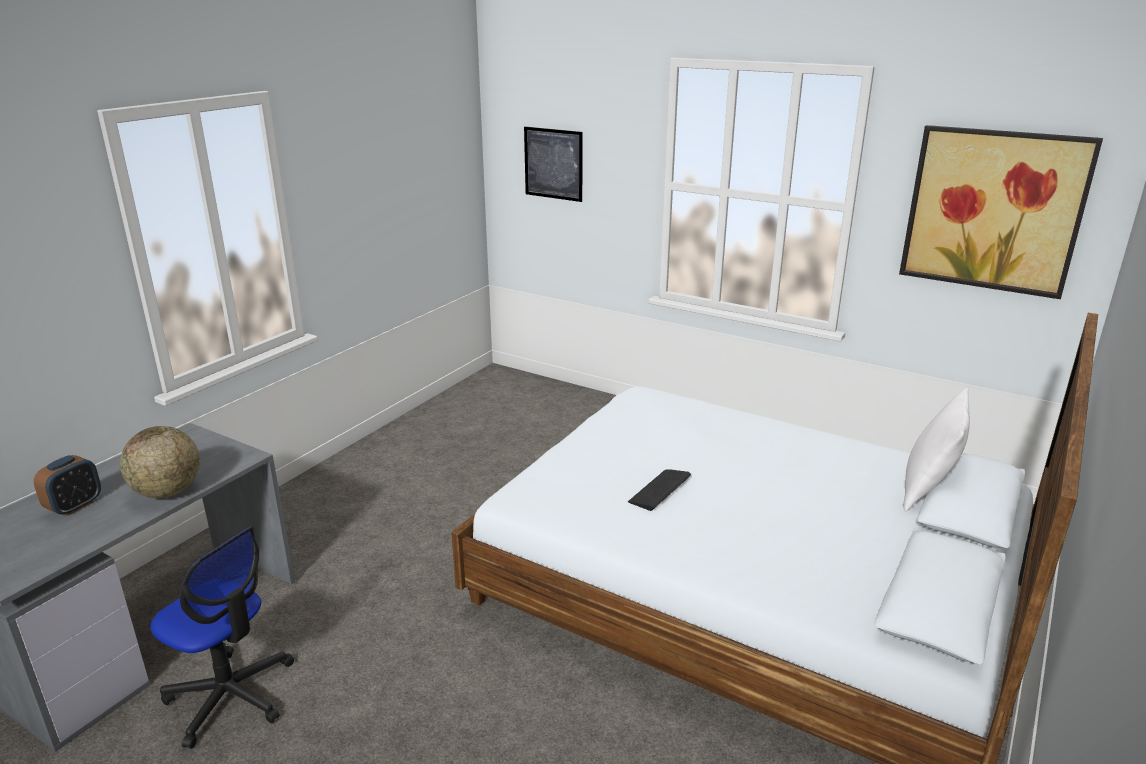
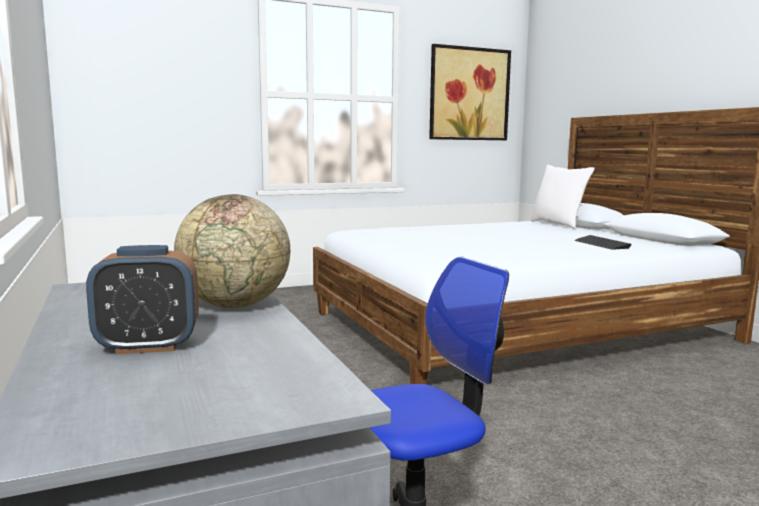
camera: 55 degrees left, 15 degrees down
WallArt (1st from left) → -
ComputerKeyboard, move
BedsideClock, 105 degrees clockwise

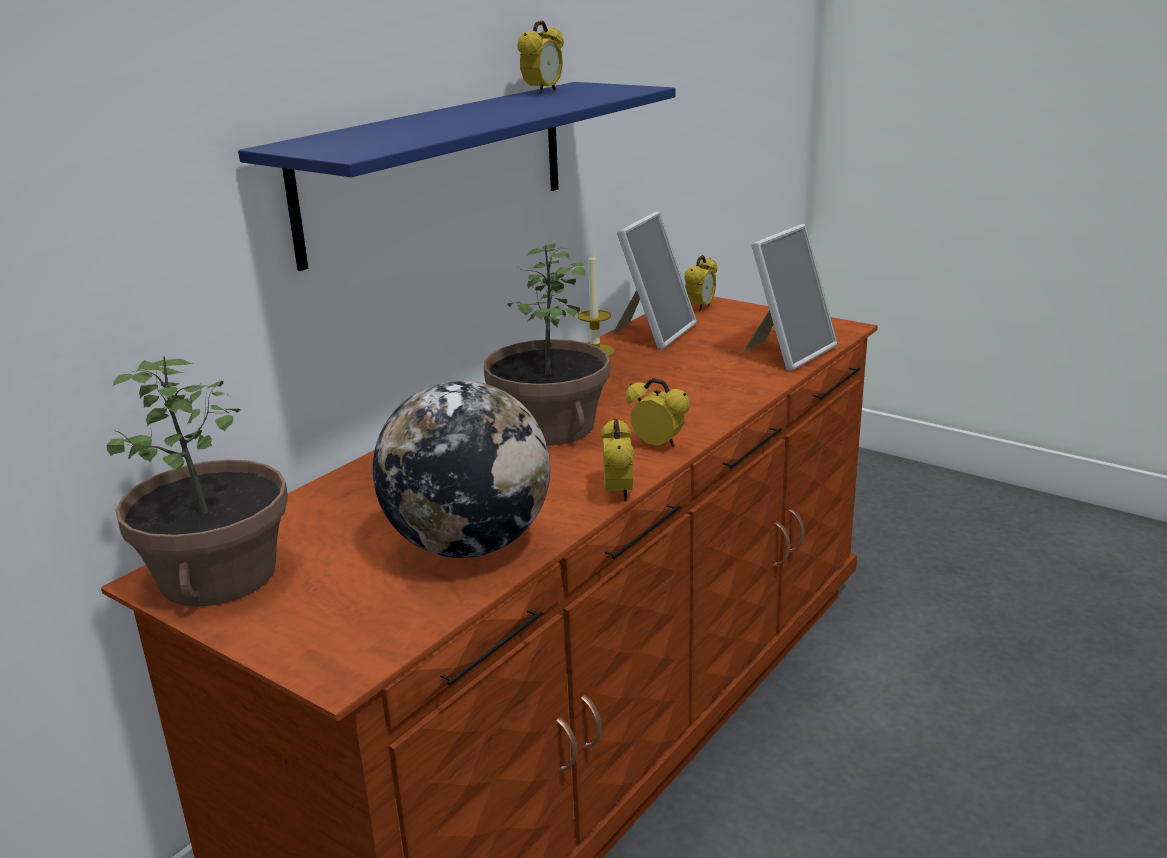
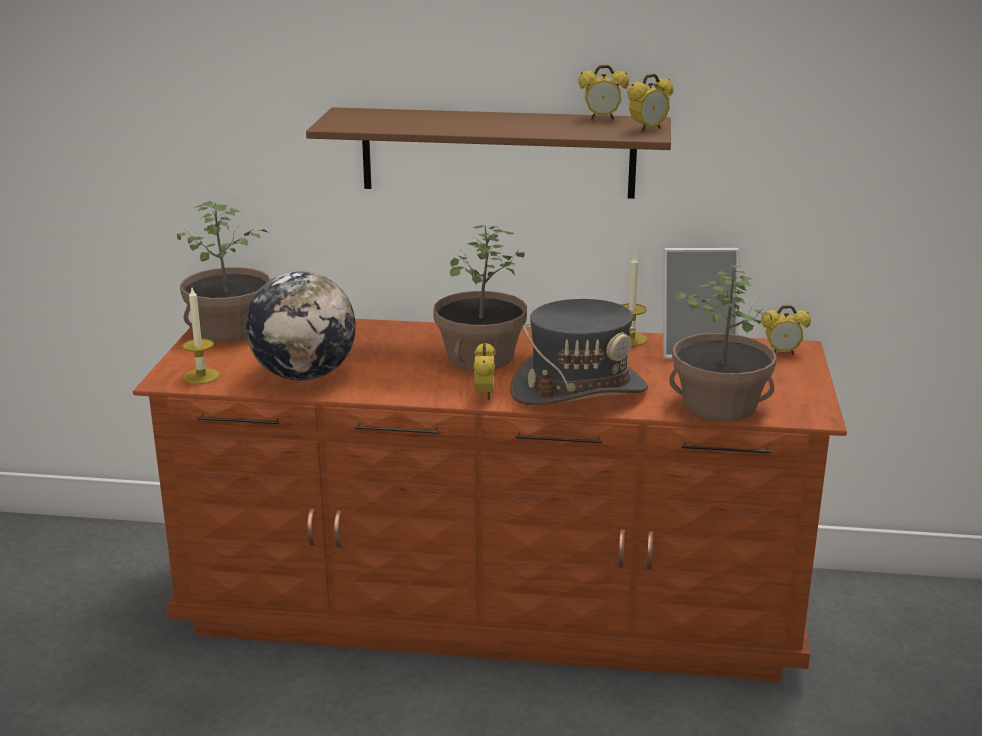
camera: 60 degrees right, 0 degrees up
- → WaxCandle (1st from left)
- → GreyishHat
BedsideClock (2nd from left in the first image) → BedsideClock (3rd from left), move
PhotoFrame (2nd from left) → PlantInAPot (3rd from left)
BlueColouredWallShelf → BrownColouredWallShelf

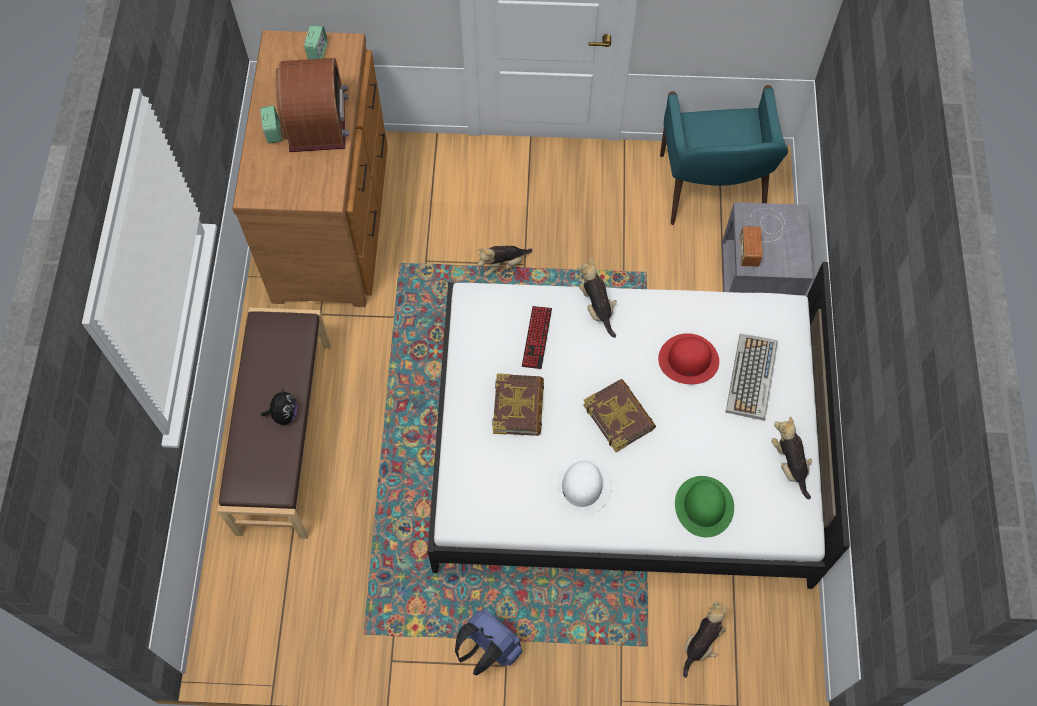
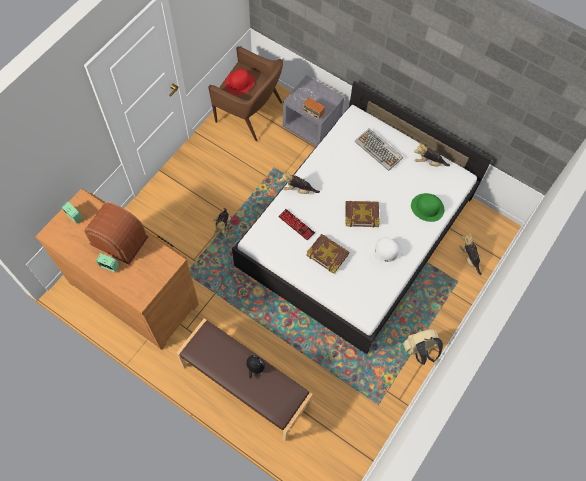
camera: 60 degrees left, 0 degrees up
RedColouredHat, move
BlueColouredKnapsack → SandColouredKnapsack
BlueGreenArmchair → BrownColouredArmchair

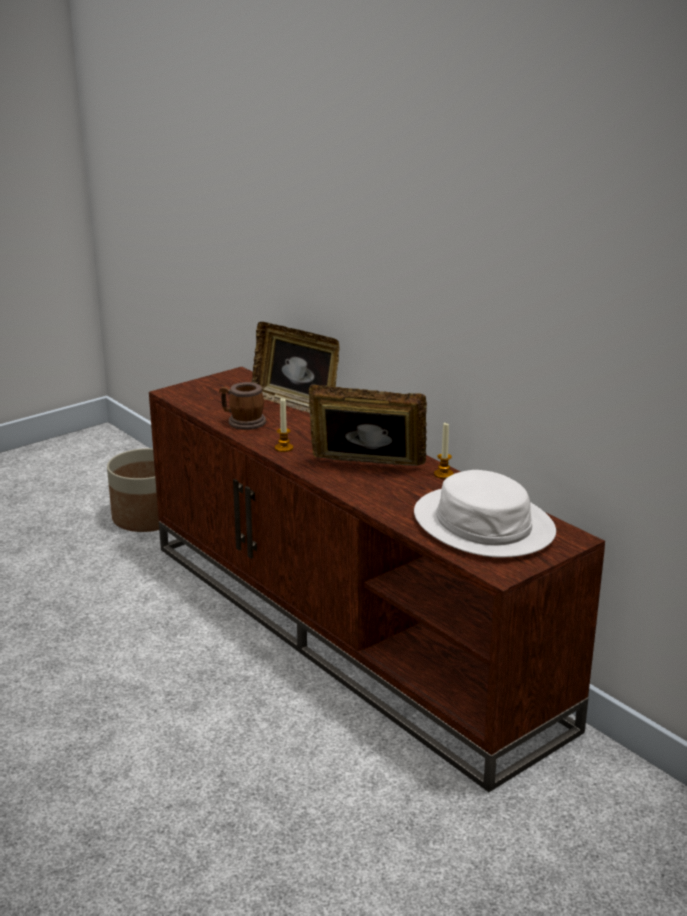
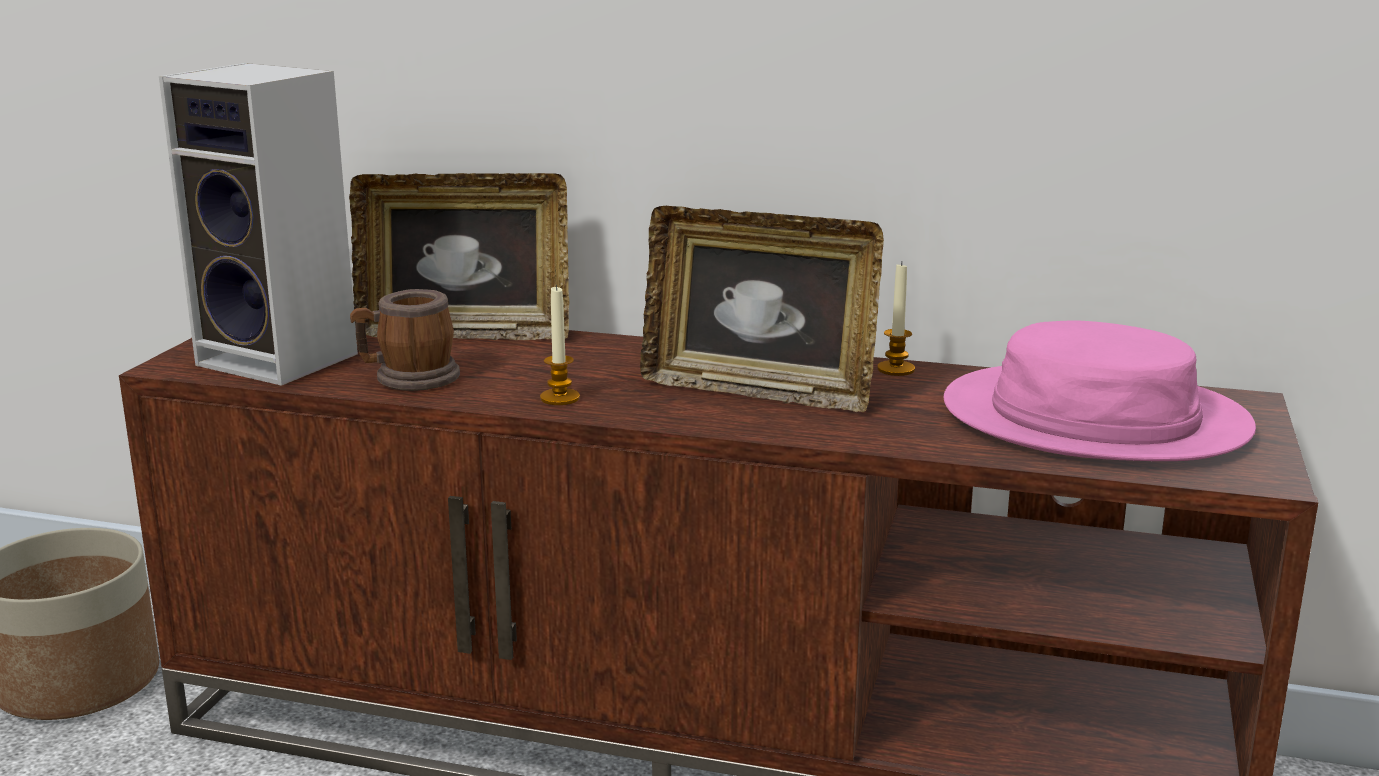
camera: 35 degrees left, 5 degrees down
- → Loudspeaker
WhiteColouredHat → PinkColouredHat
PhotoFrame (2nd from left), 135 degrees counterclockwise

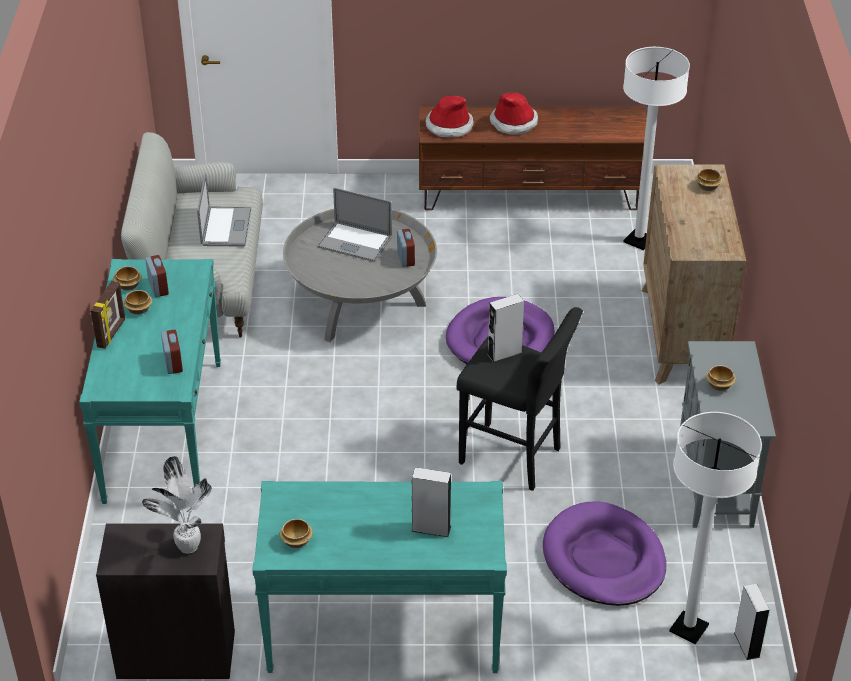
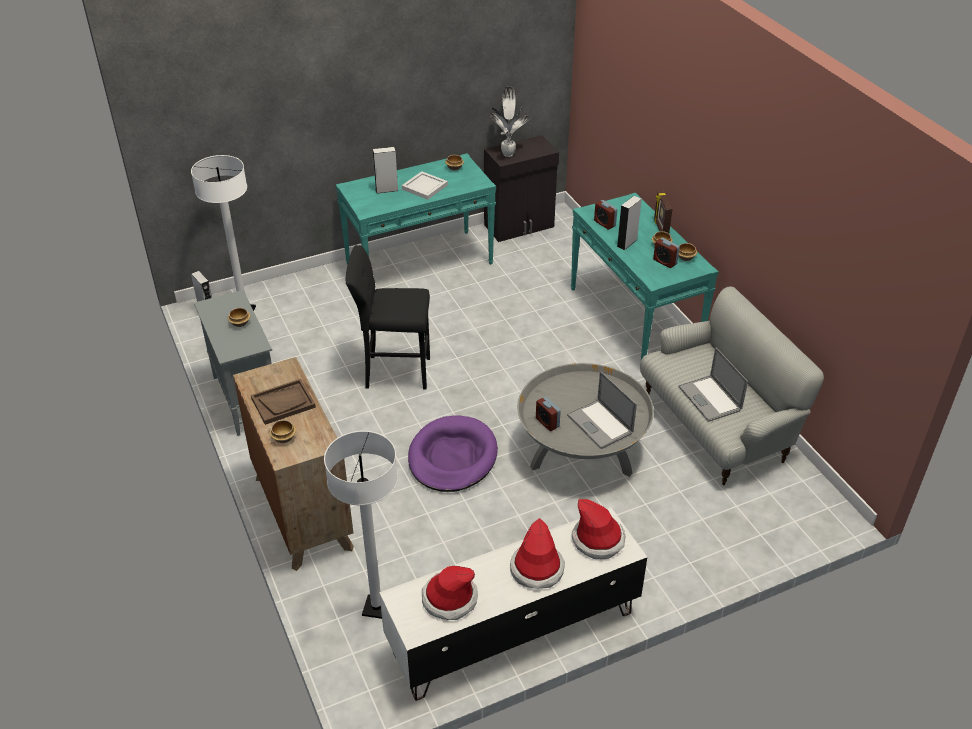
camera: 155 degrees right, 0 degrees up
PurpleDogCushion (2nd from left) → -
- → BrownColouredCarryingTray
- → WhiteColouredCarryingTray
- → Hat (1st from left)
GreyishLoudspeaker (2nd from left in the first image) → GreyishLoudspeaker (3rd from left), move
BrownColouredTvStand → WhiteColouredTvStand
NotebookComputer (2nd from left in the first image) → NotebookComputer (1st from left), 120 degrees counterclockwise

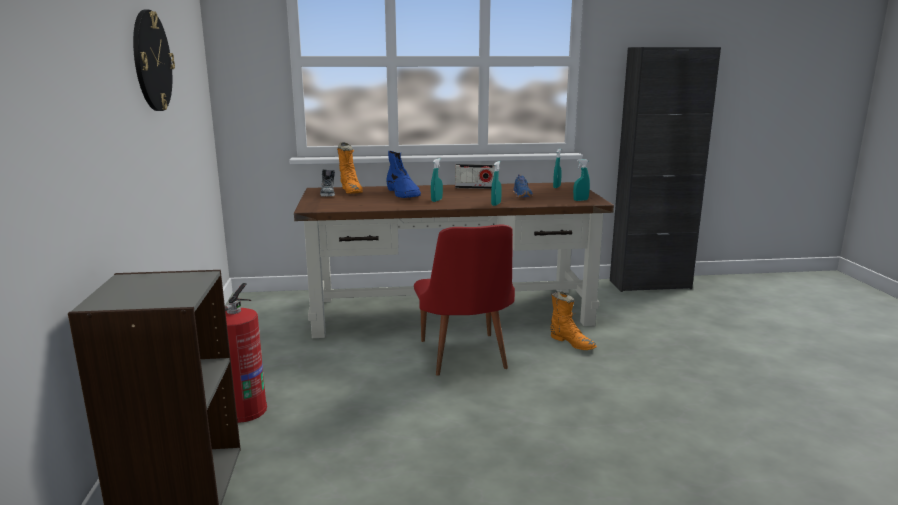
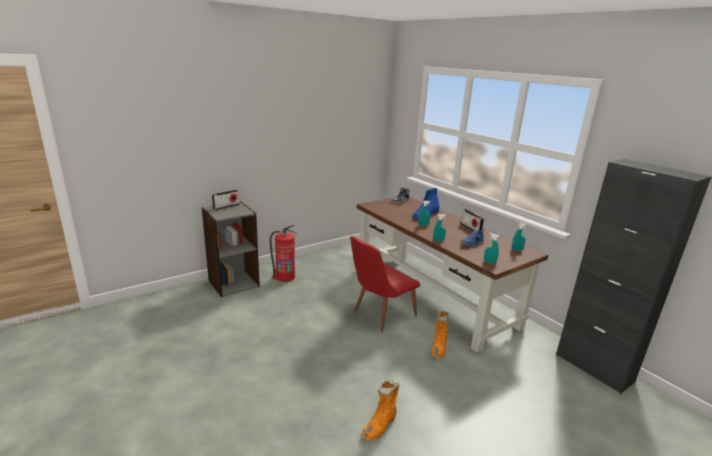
camera: 60 degrees right, 5 degrees up
ClockOnTheWall → -
- → Radio (1st from left)
OrangeyTallBoot (1st from left), move

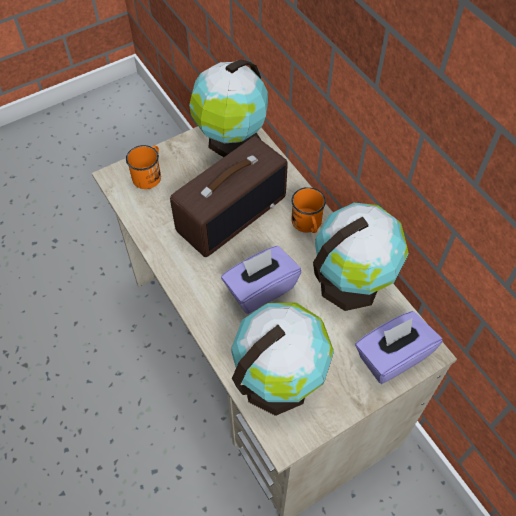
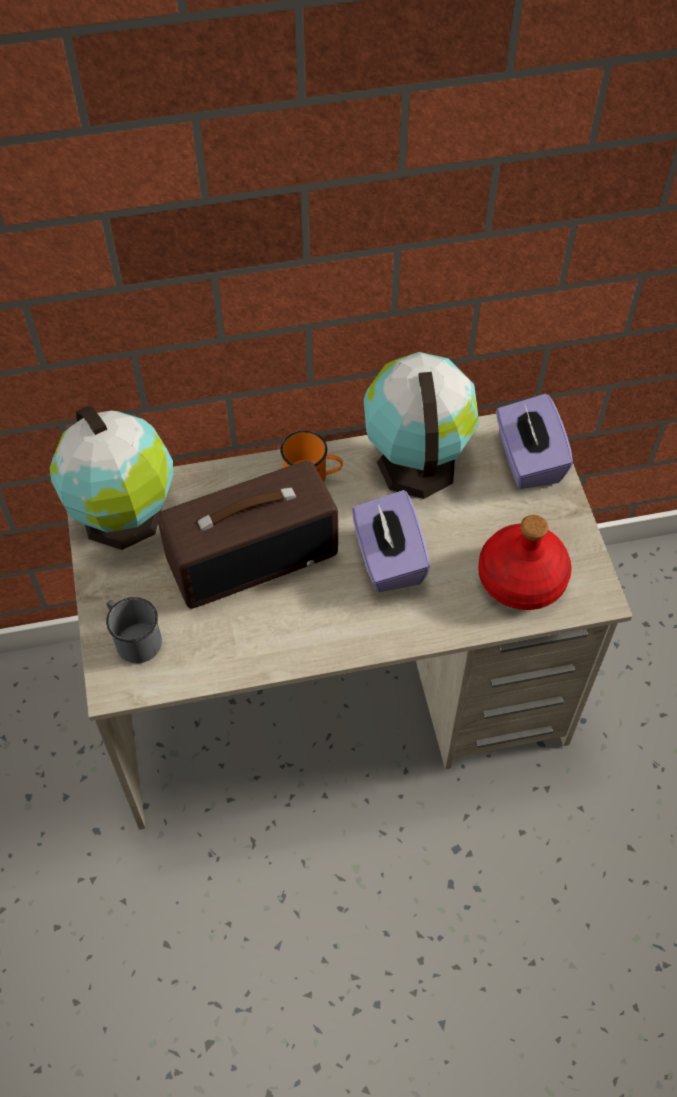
camera: 70 degrees left, 0 degrees up
DeskGlobe (2nd from left) → RedColouredDrinkBottle
OrangeyTeaMug (1st from left) → GreyishTeaMug
Radio, 90 degrees clockwise

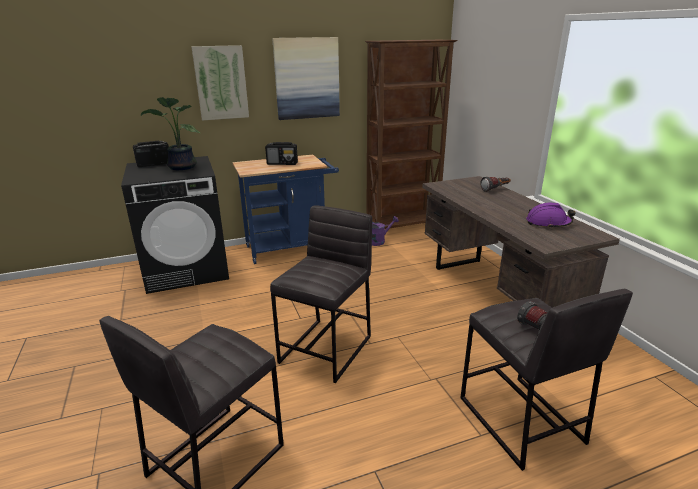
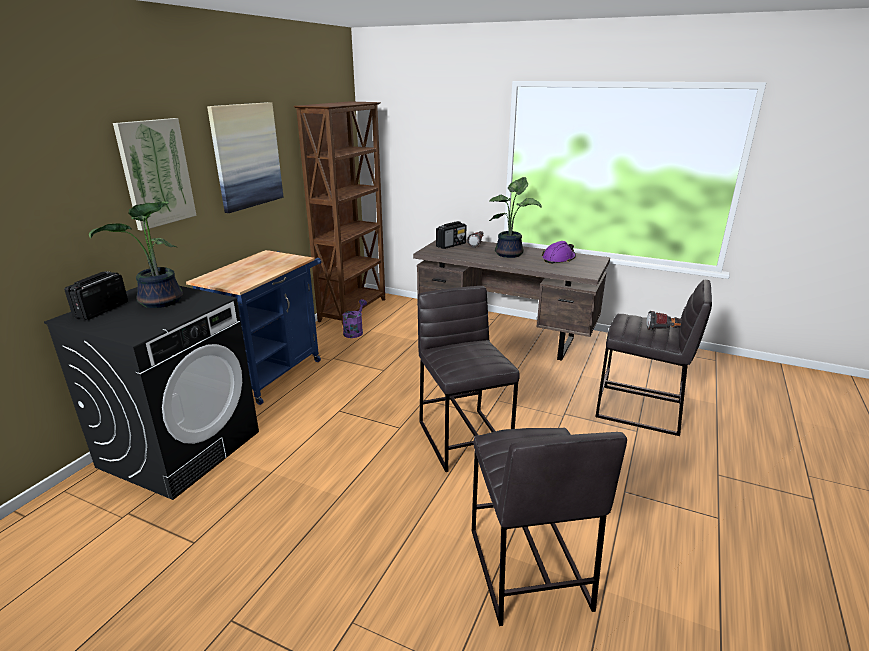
camera: 45 degrees left, 0 degrees up
- → PlantInAPot (2nd from left)
Radio (2nd from left), move

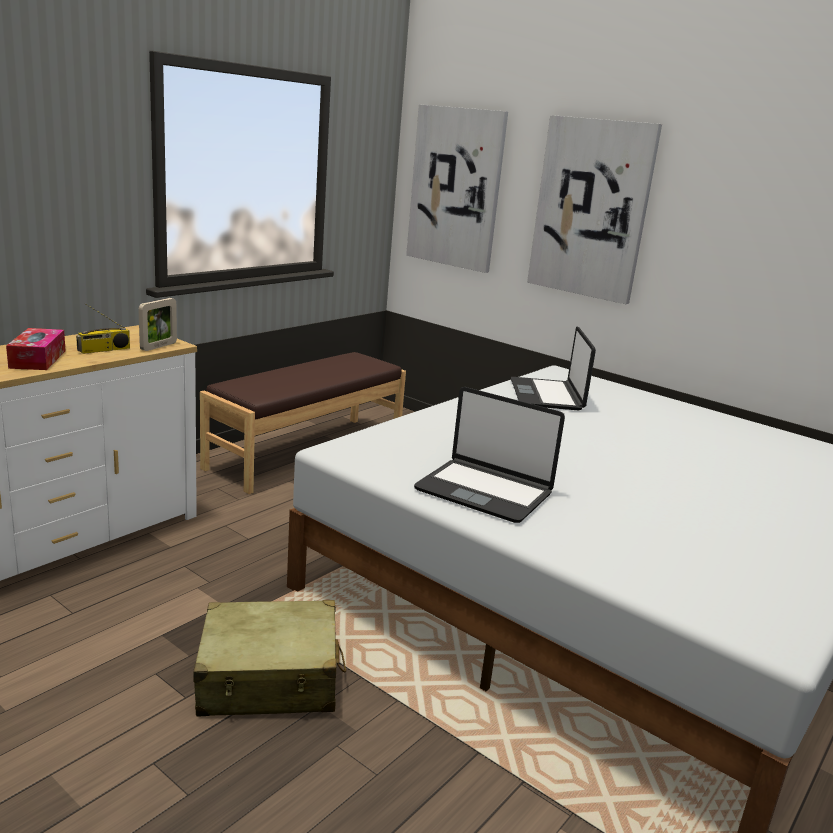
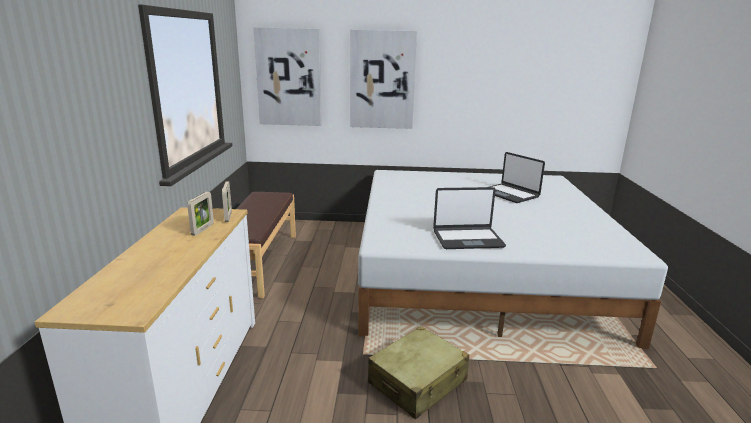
camera: 35 degrees left, 0 degrees up
BoxOfTissues → -
NotebookComputer (2nd from left), move
Radio → PhotoFrame (1st from left)

